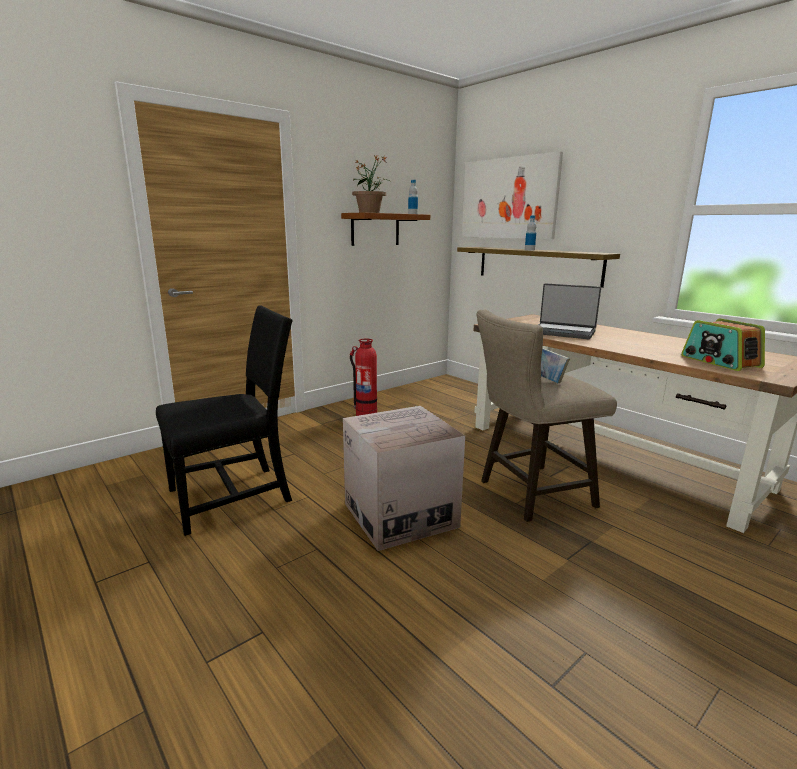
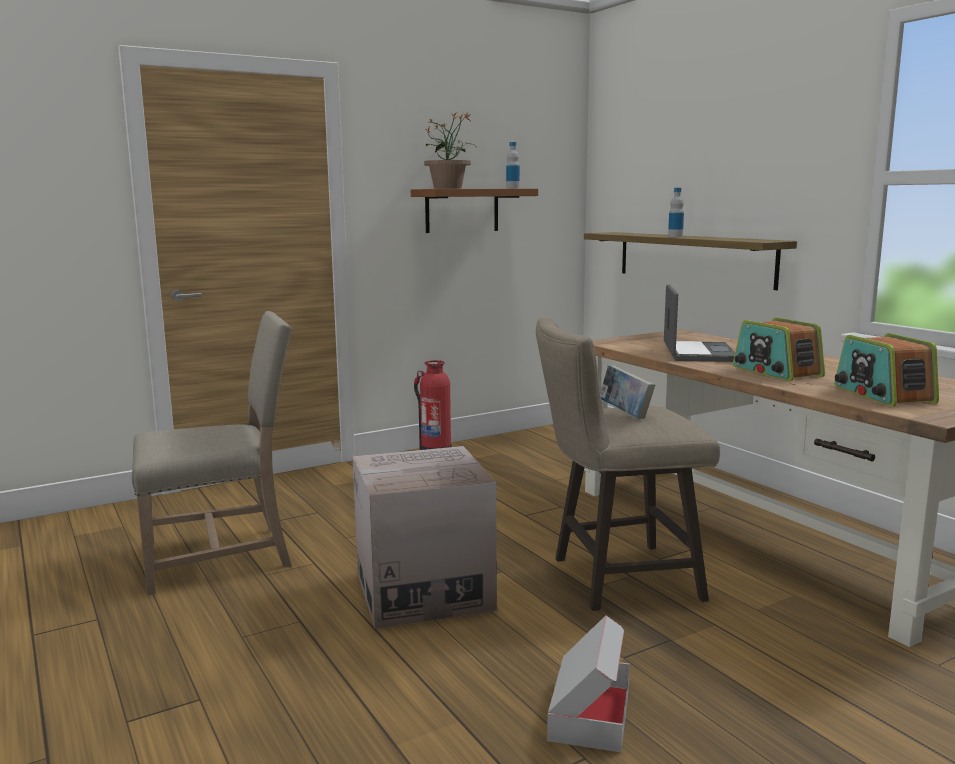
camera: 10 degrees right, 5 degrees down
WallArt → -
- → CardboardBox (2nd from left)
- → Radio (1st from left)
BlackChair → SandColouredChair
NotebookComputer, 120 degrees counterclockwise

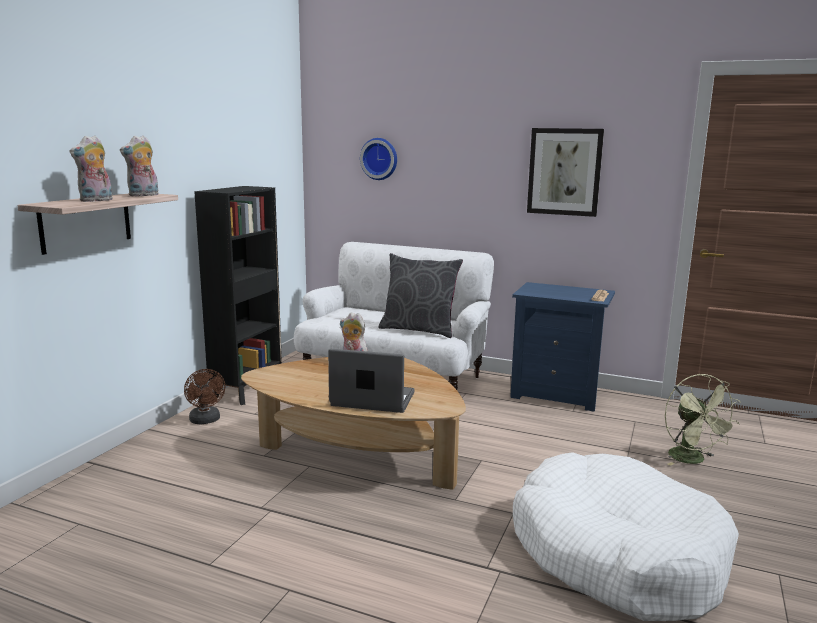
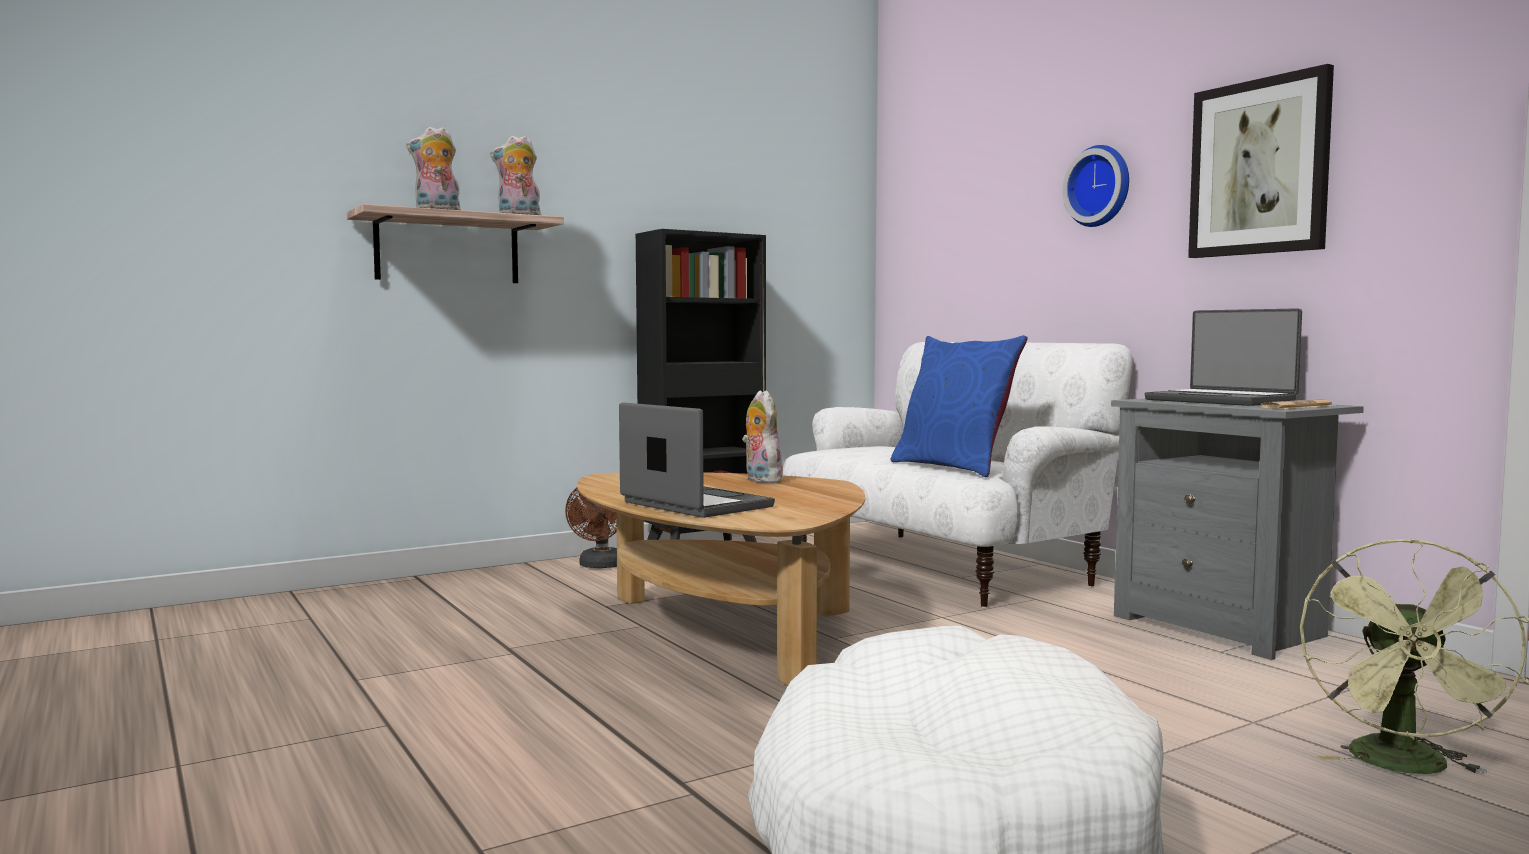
camera: 35 degrees right, 10 degrees down
- → NotebookComputer (2nd from left)
ClockOnTheWall, move
GreyishCushion → BlueColouredCushion
BlueColouredNightstand → GreyishNightstand

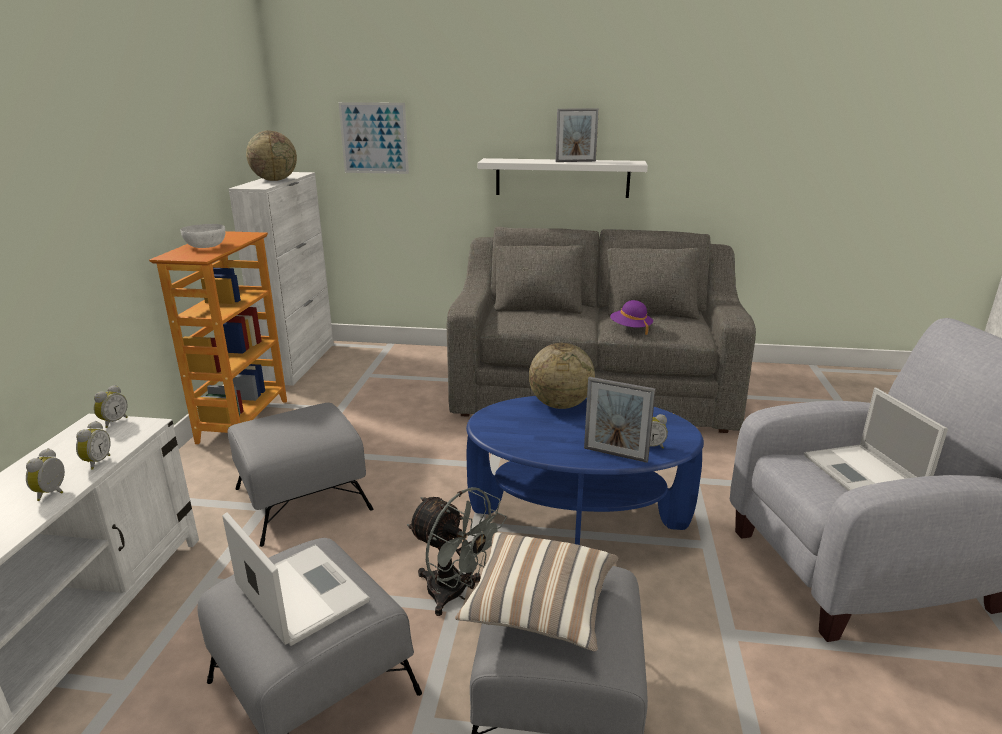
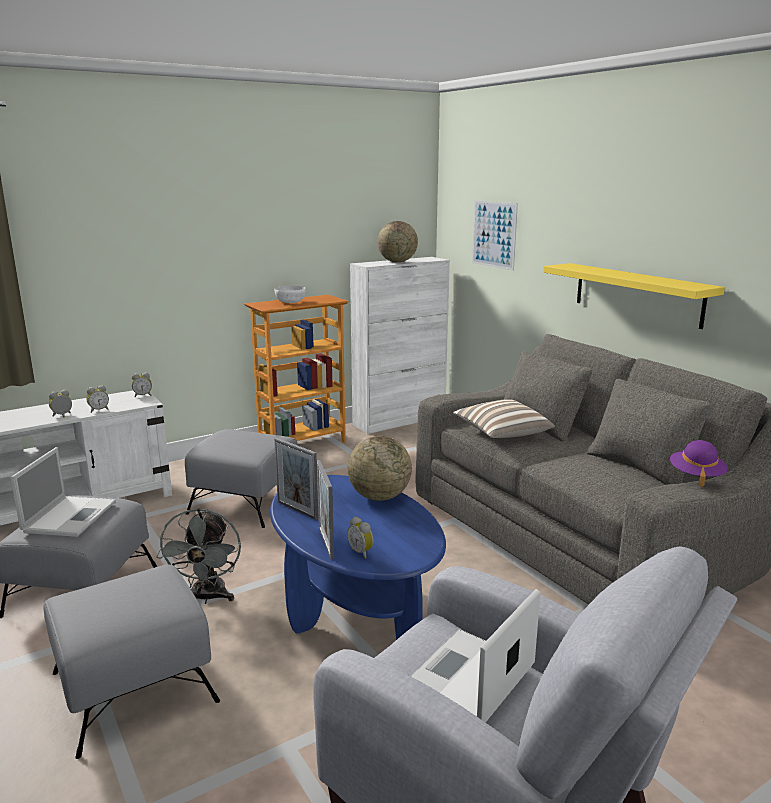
camera: 50 degrees right, 5 degrees down
Cushion, move
PhotoFrame (1st from left), move
PurpleHat, move
WhiteColouredWallShelf → YellowColouredWallShelf

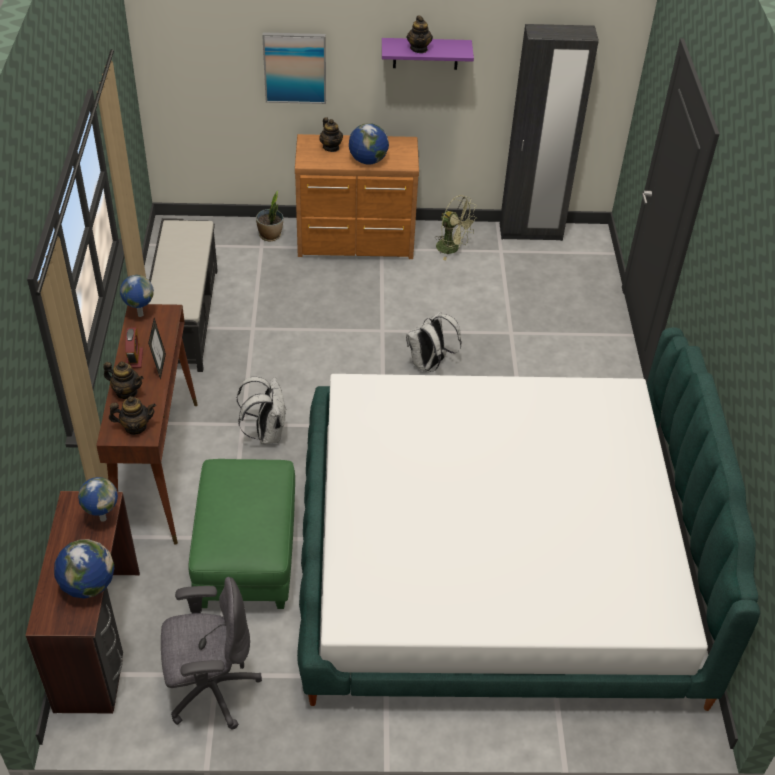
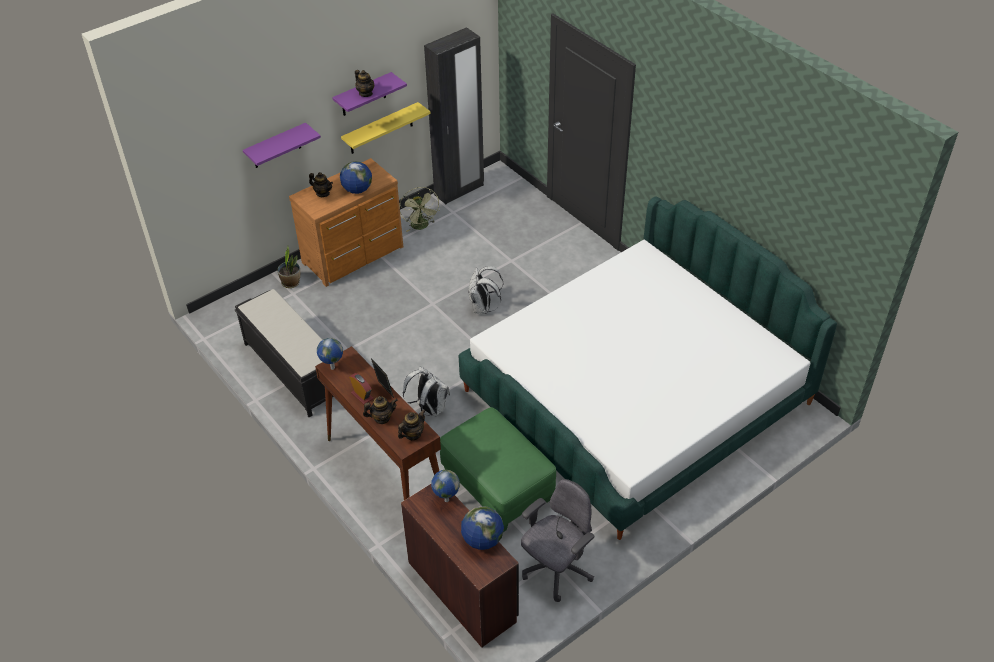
camera: 35 degrees left, 0 degrees up
- → YellowColouredWallShelf
WallArt → PurpleWallShelf (1st from left)
GreenishFan, 75 degrees clockwise

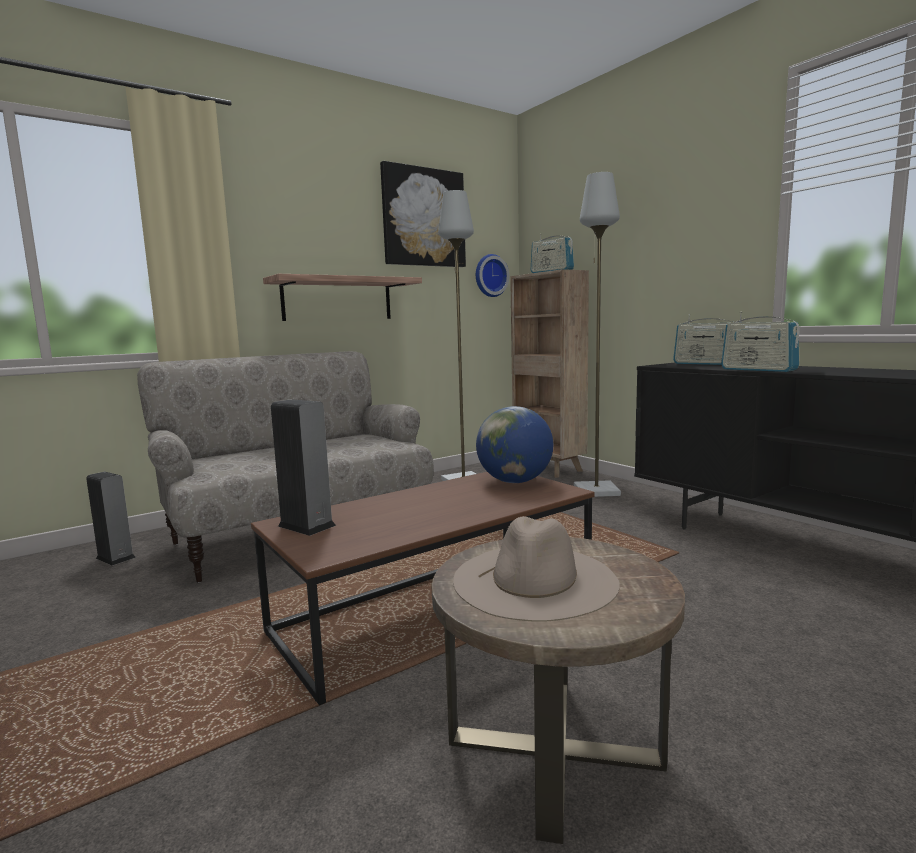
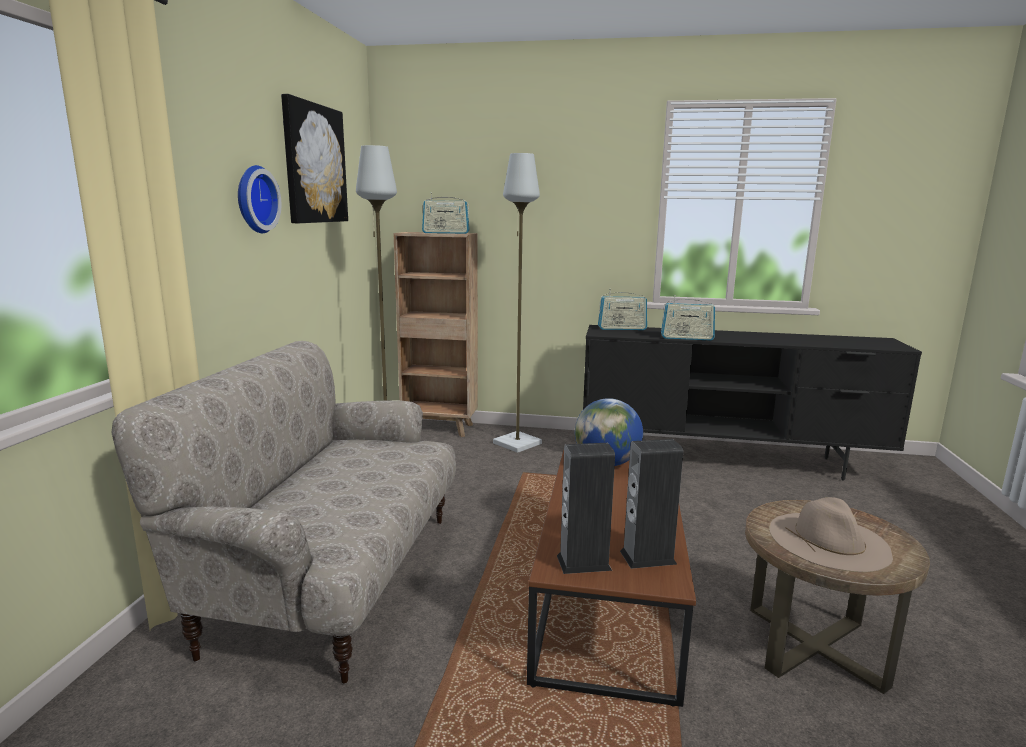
camera: 45 degrees left, 5 degrees up
WallShelf → -
Loudspeaker (1st from left in the first image) → Loudspeaker (2nd from left), move
ClockOnTheWall, move

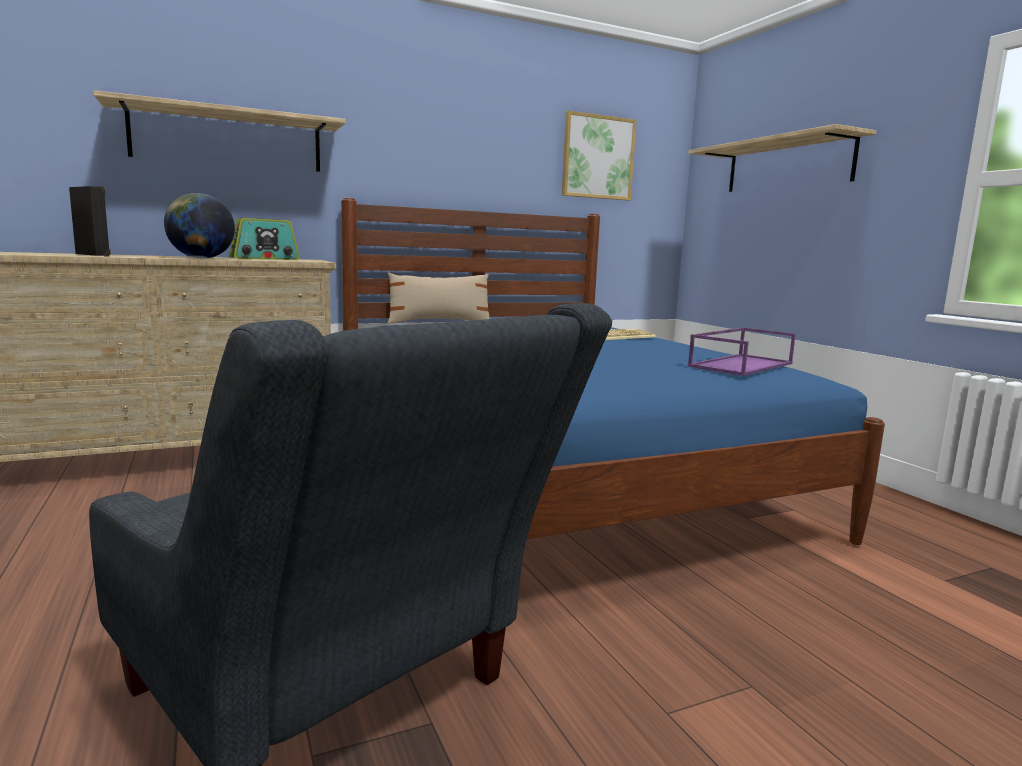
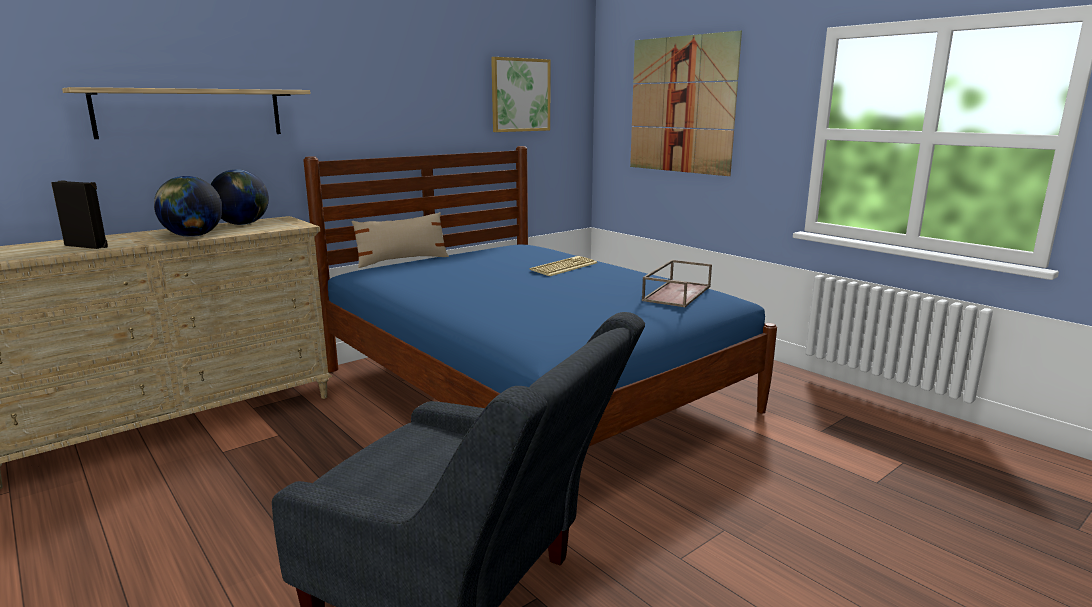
camera: 15 degrees left, 5 degrees up
Radio → DeskGlobe (2nd from left)
WallShelf (2nd from left) → WallArt (2nd from left)
PurpleCarryingTray → BrownColouredCarryingTray

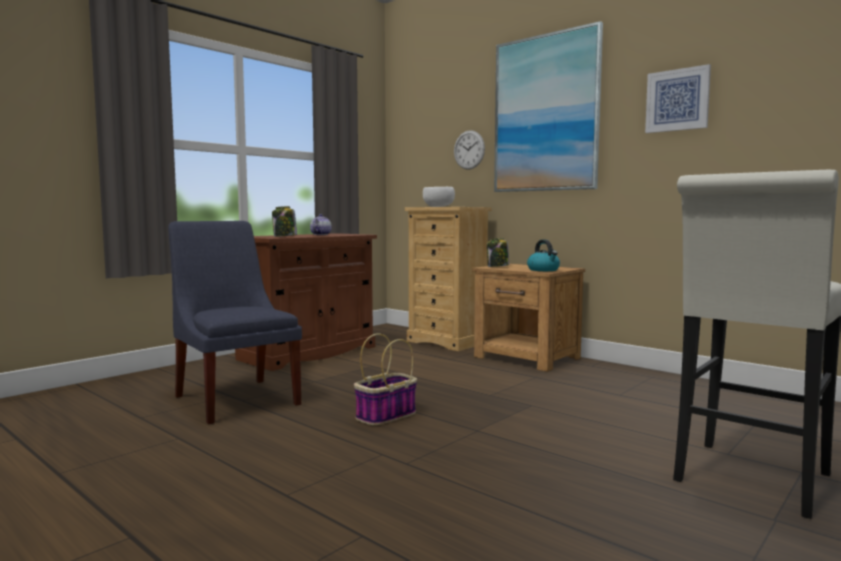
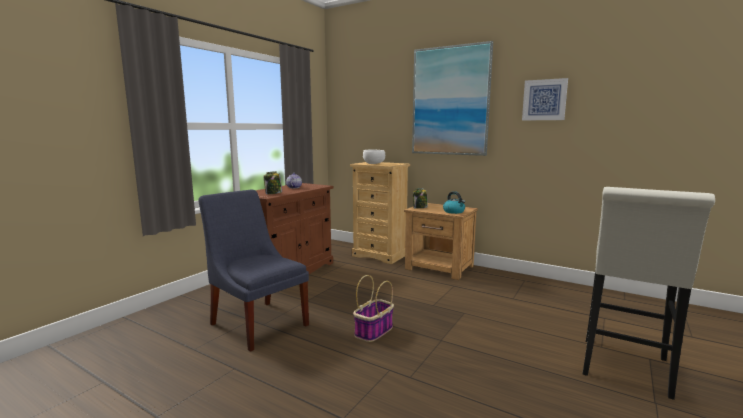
camera: 10 degrees left, 5 degrees up
ClockOnTheWall → -

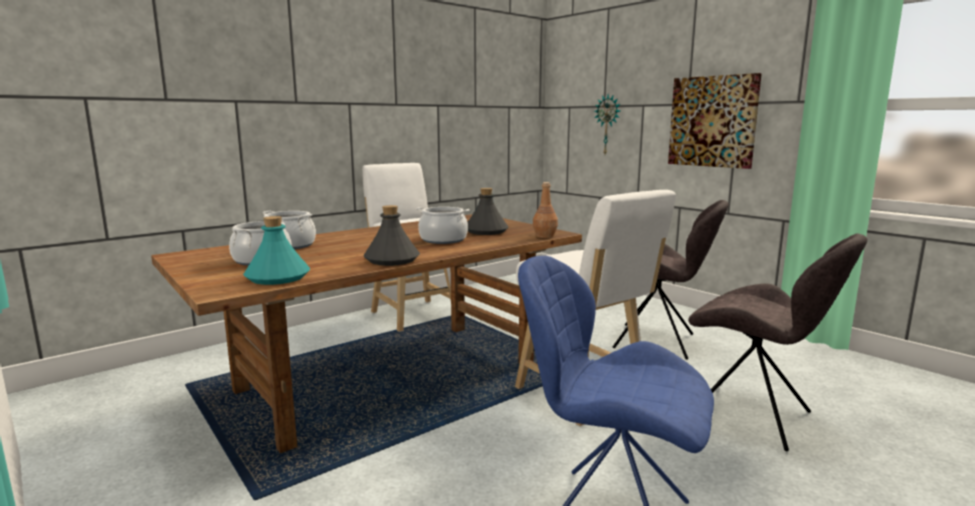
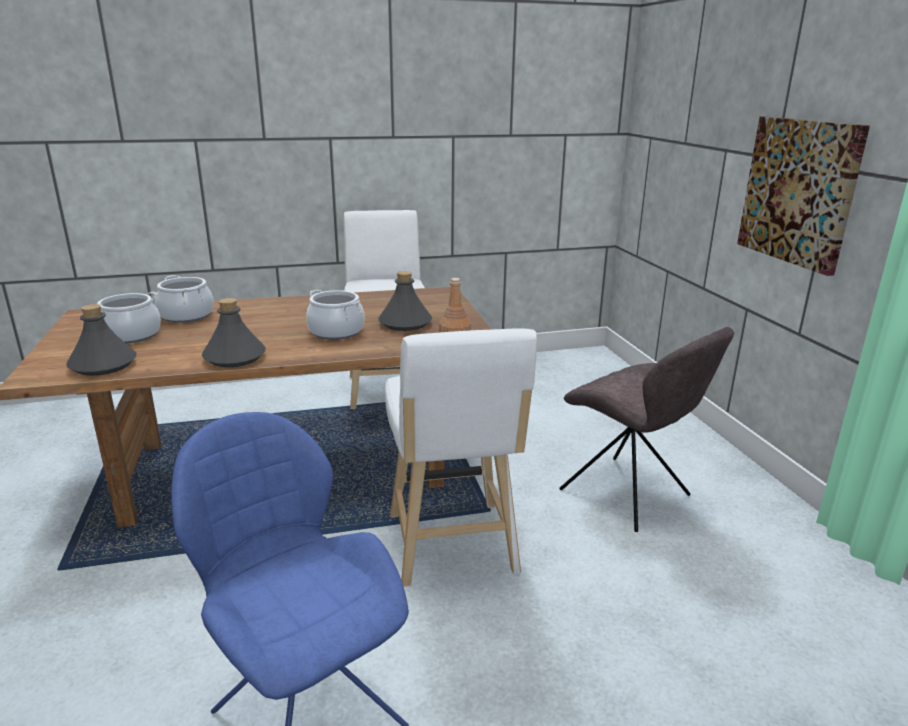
camera: 25 degrees right, 10 degrees up
ClockOnTheWall → -
GreyishChair (2nd from left) → -
BlueGreenDrinkBottle → GreyishDrinkBottle (1st from left)

